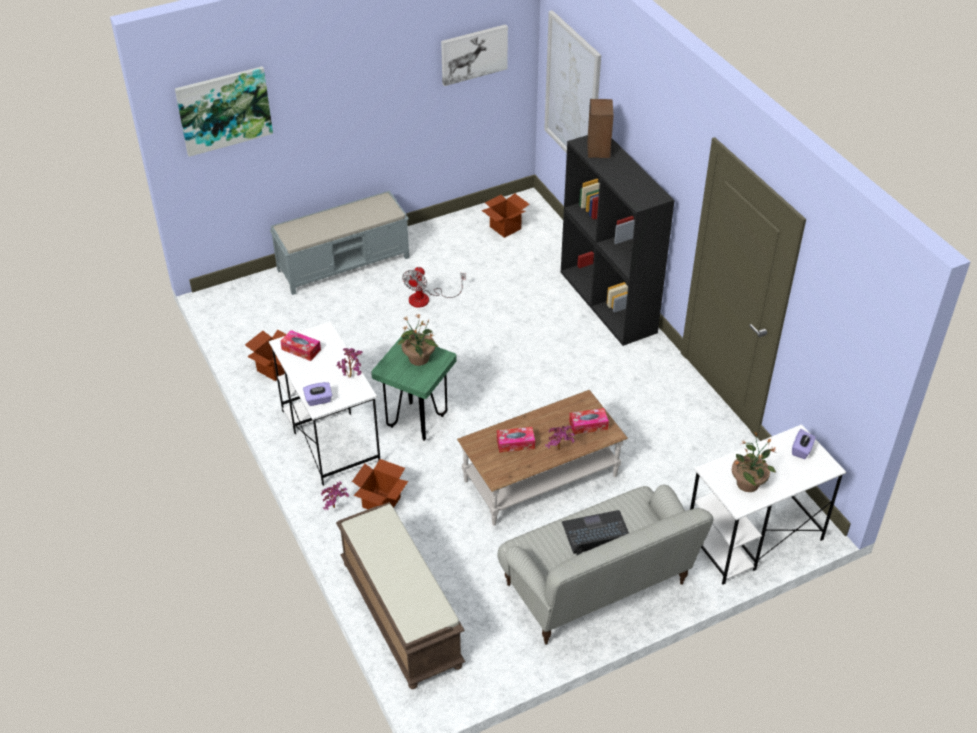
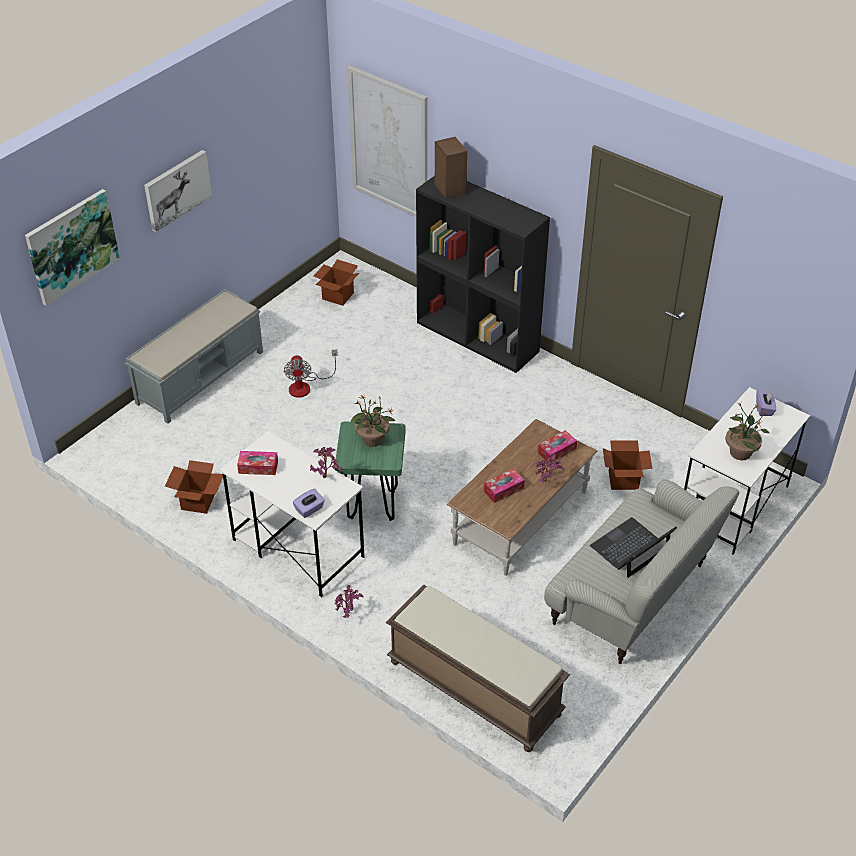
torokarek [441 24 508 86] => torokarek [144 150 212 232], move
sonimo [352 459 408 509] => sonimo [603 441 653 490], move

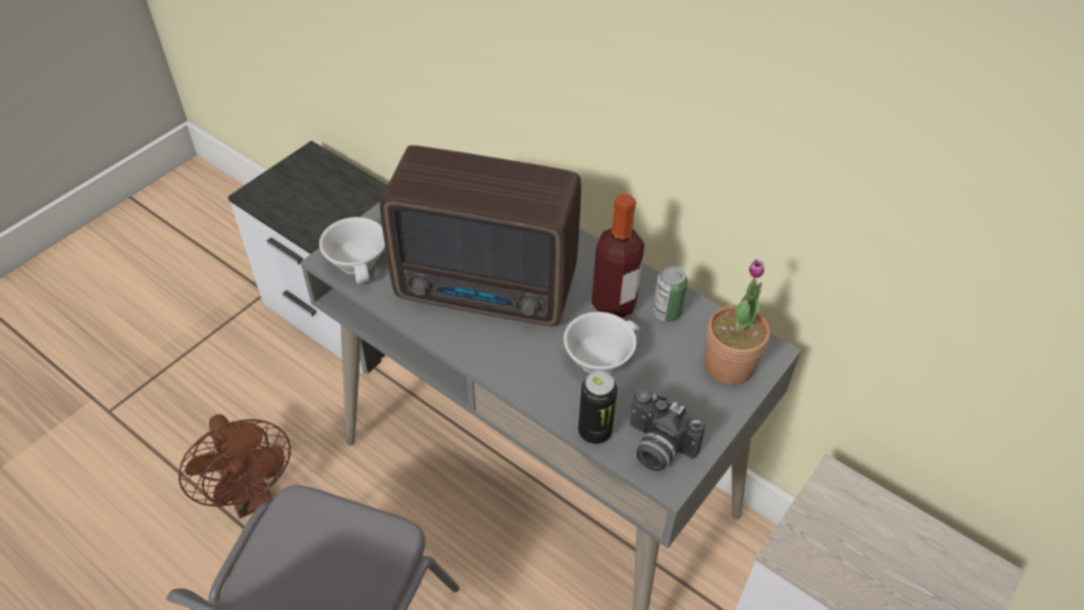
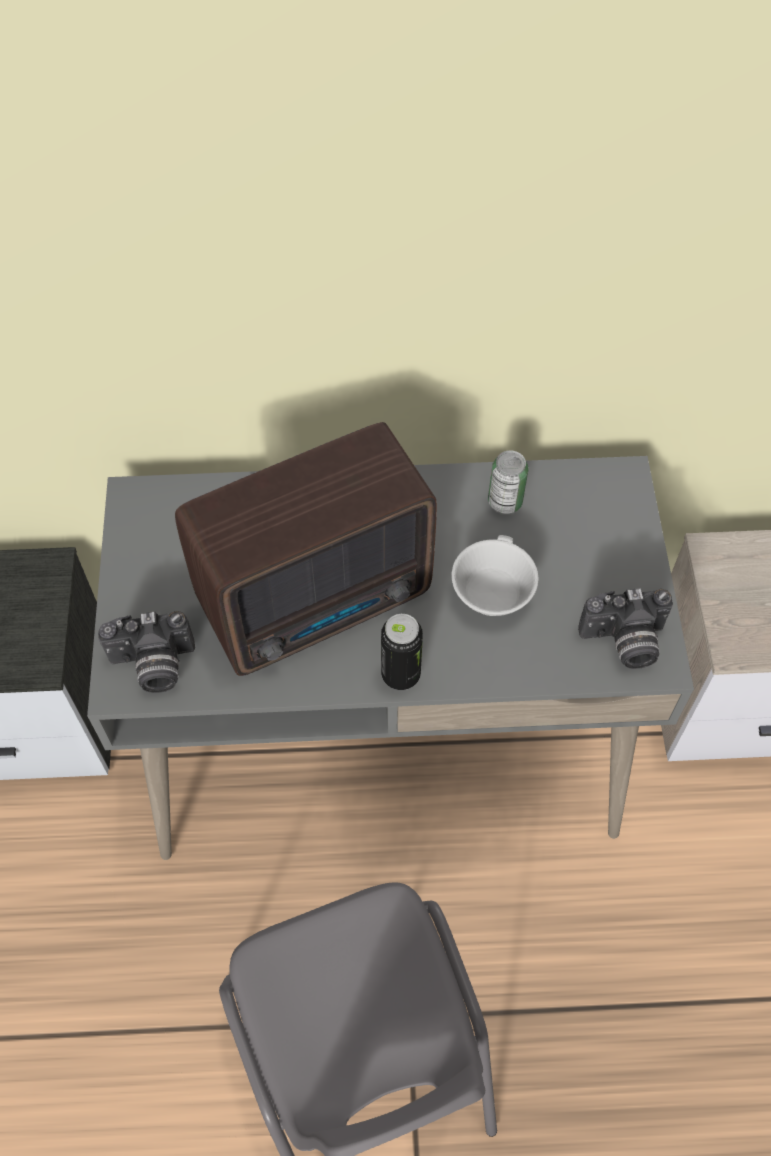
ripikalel [592 193 644 318] => nothing
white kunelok [319 217 385 284] => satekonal [98 611 195 693]
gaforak [705 259 770 385] => nothing
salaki [578 371 617 444] => salaki [381 614 423 690], move
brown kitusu [179 414 291 518] => nothing

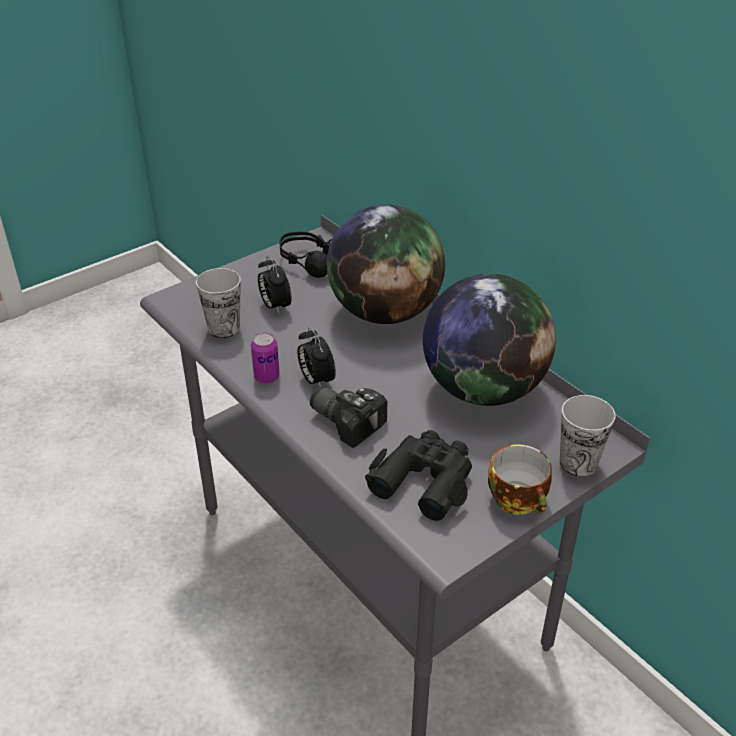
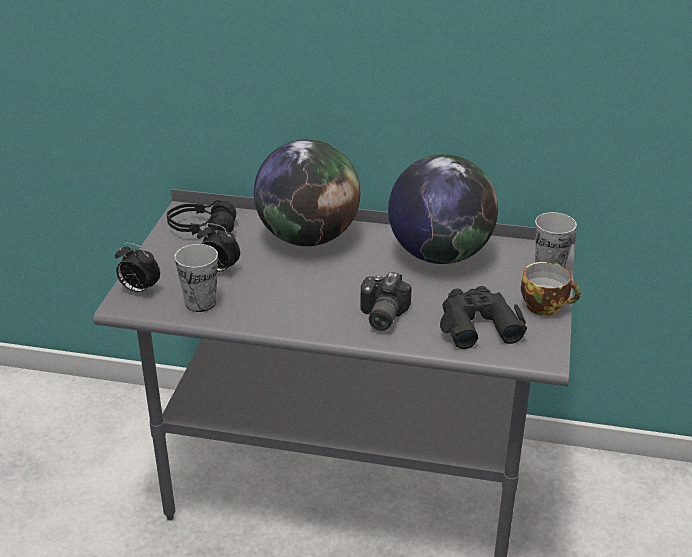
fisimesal [297 327 336 386] => fisimesal [115 243 160 294], move
salaki [251 332 280 383] => nothing
satekonal [310 386 387 448] => satekonal [360 272 412 331], 75 degrees counterclockwise

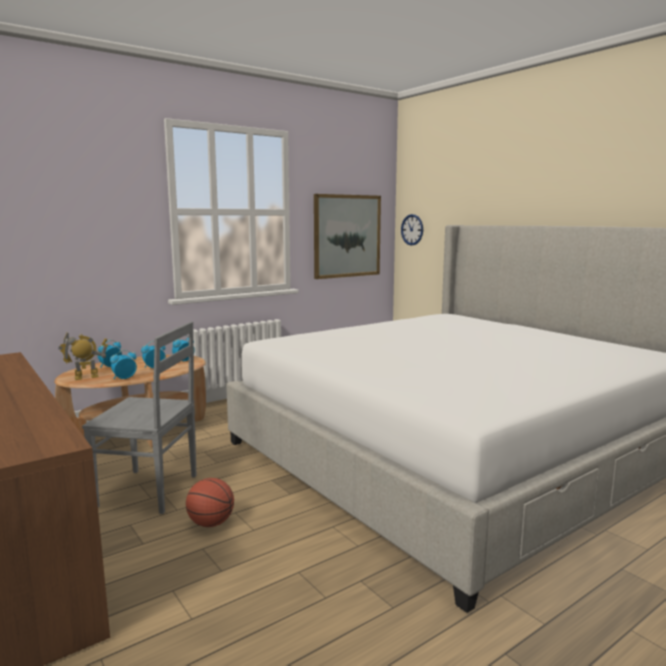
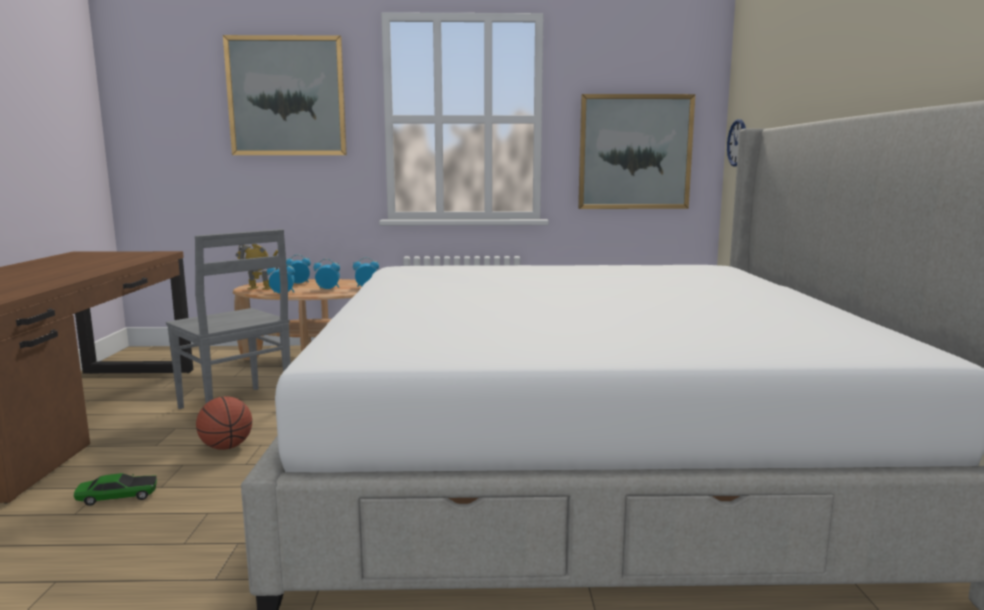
nothing => torokarek [223 35 347 155]
nothing => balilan [73 473 157 506]

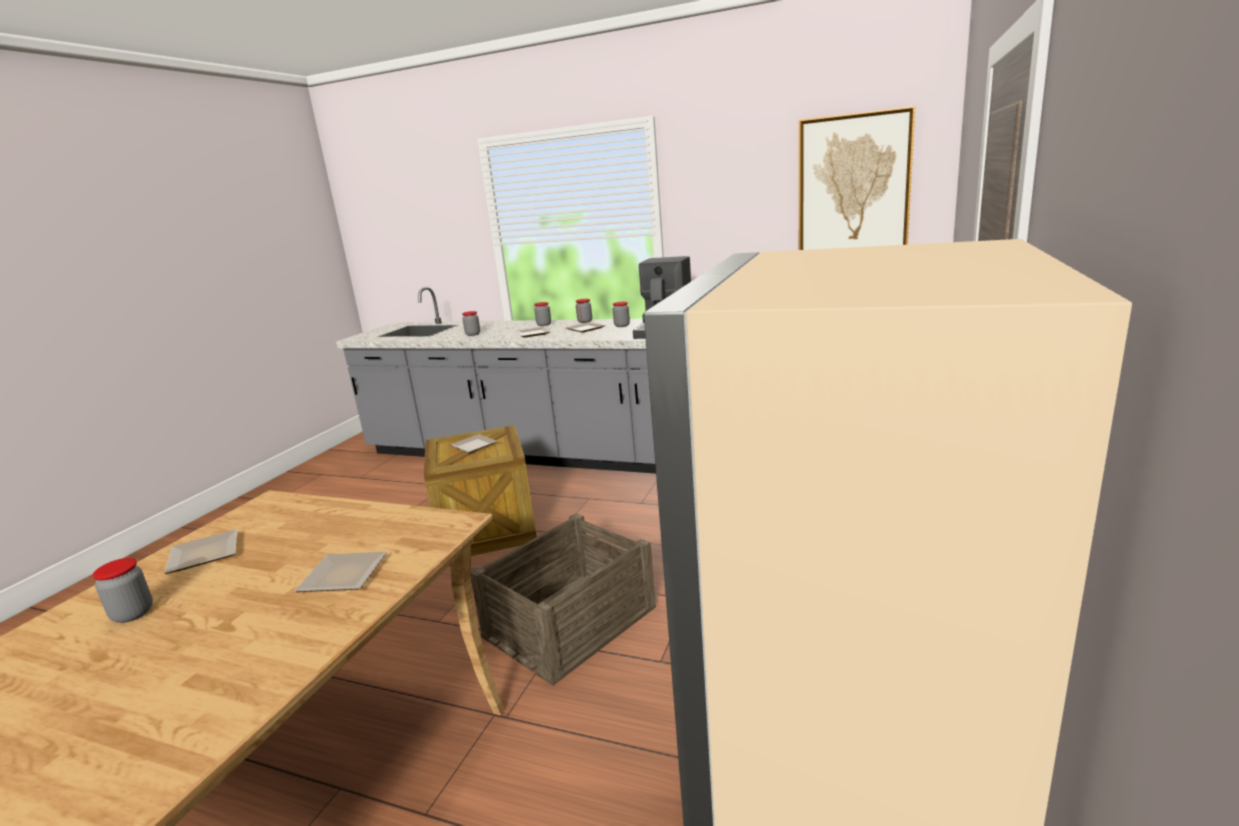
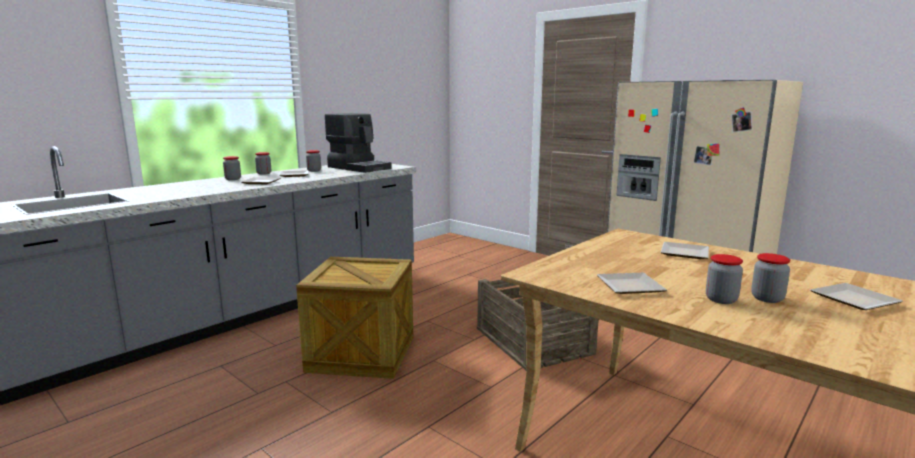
torokarek [799 106 915 250] => nothing
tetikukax [462 311 480 336] => tetikukax [751 253 790 303], move
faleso [451 434 498 453] => faleso [810 283 903 310], move

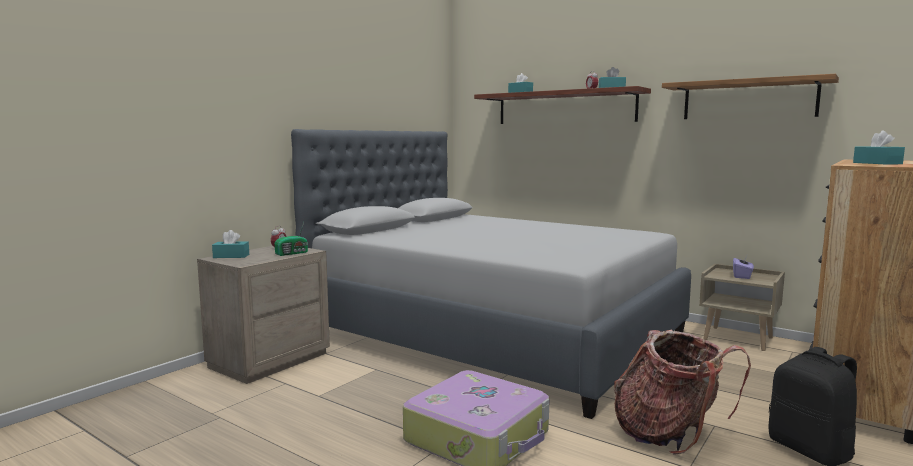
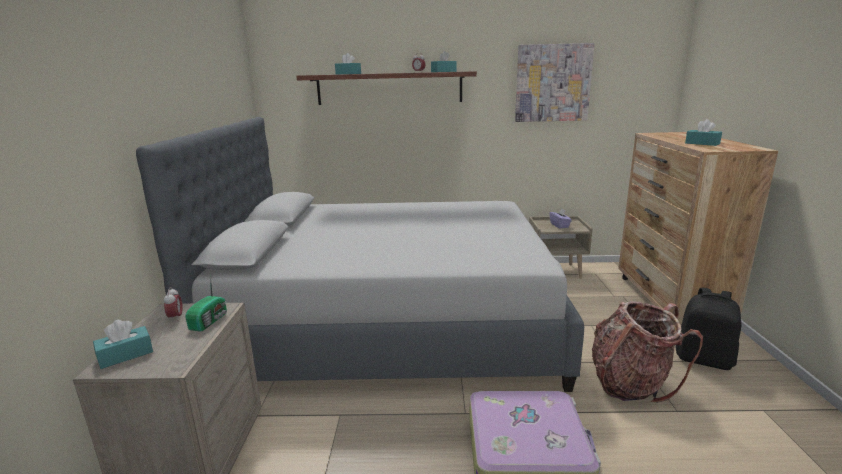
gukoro [662 74 839 119] => torokarek [515 43 595 122]

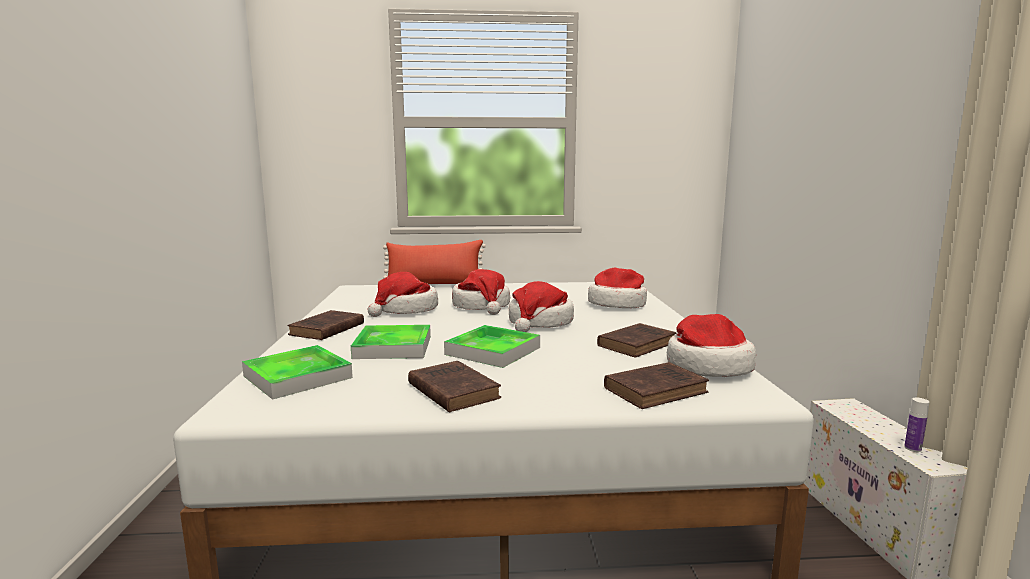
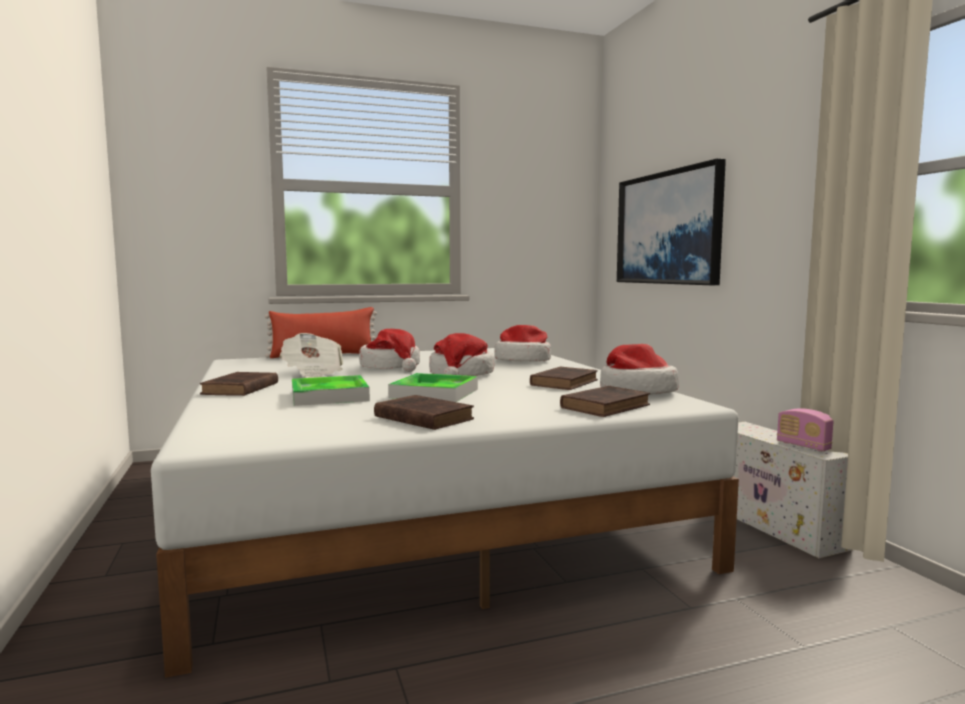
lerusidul [368 272 438 317] => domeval [280 333 343 378]
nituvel [242 345 353 400] => nothing
ripikalel [904 398 929 452] => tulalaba [777 408 833 451]
nothing => torokarek [617 159 726 285]

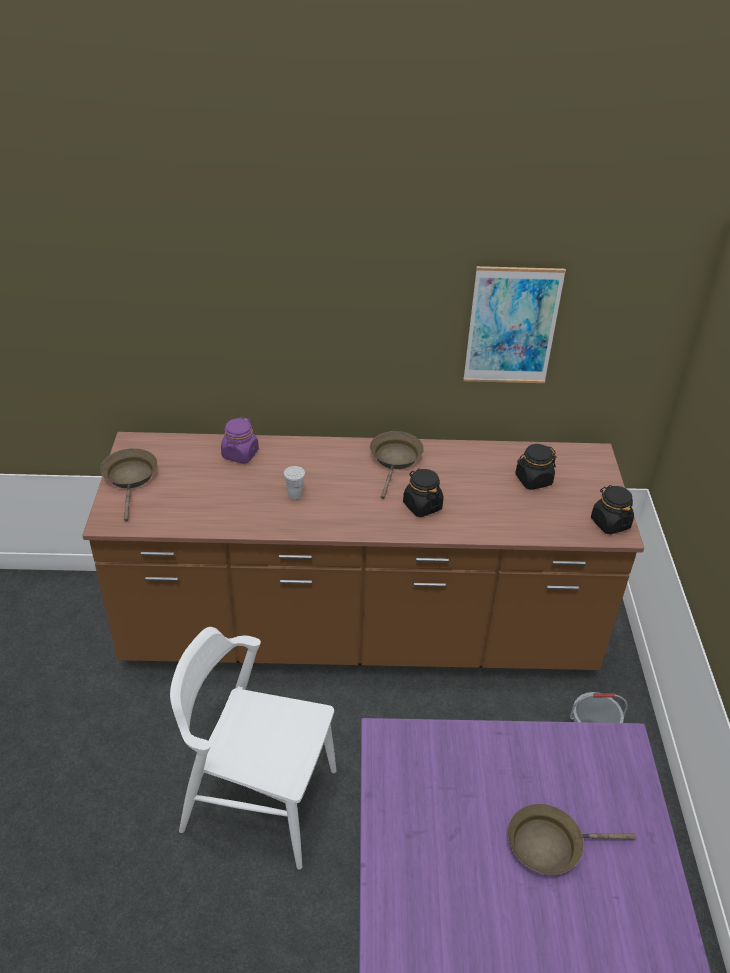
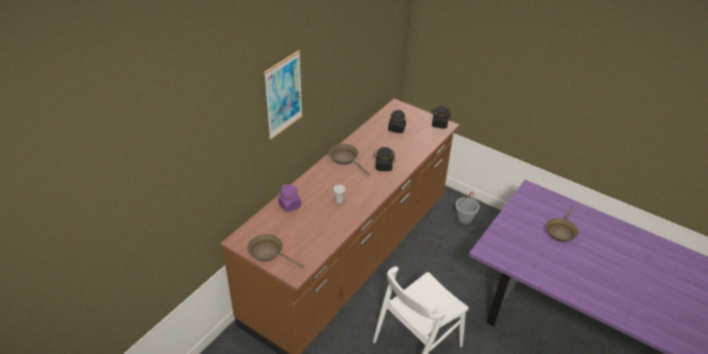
torokarek [463 266 566 383] => torokarek [264 50 303 140], move

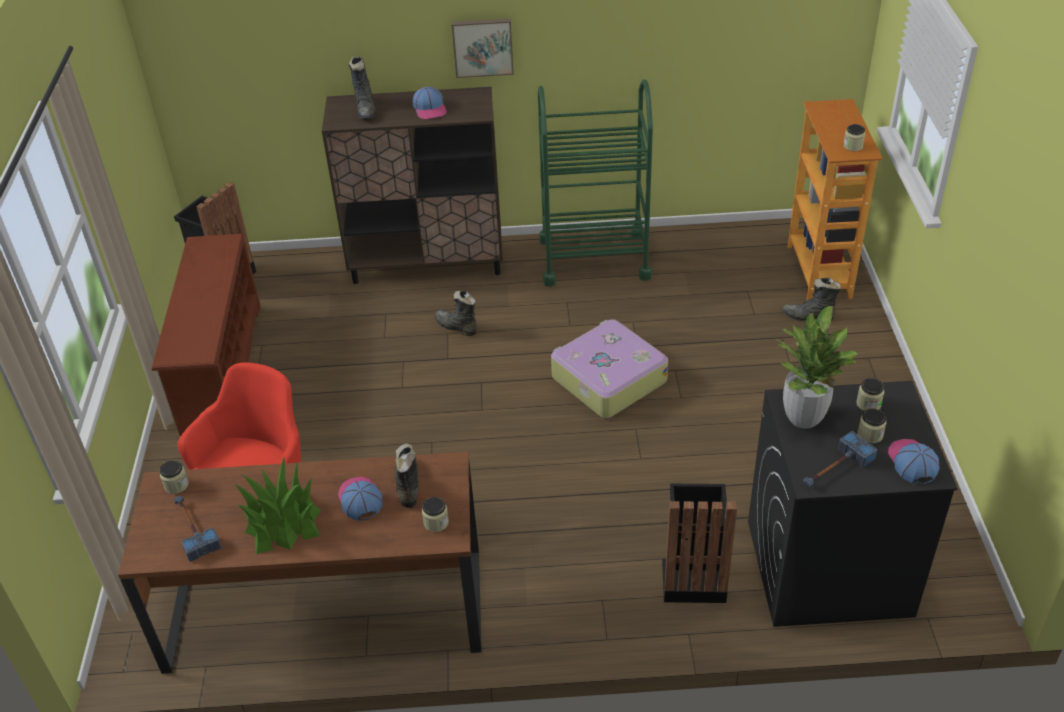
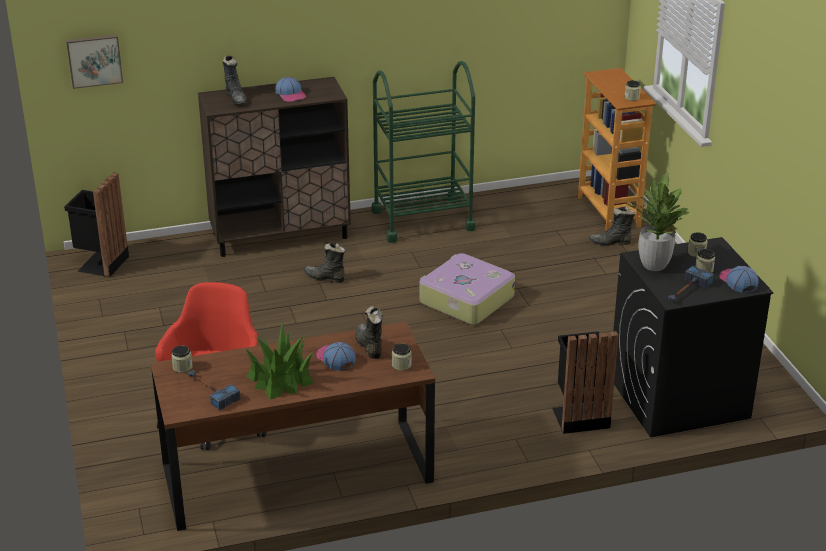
torokarek [452 18 514 78] => torokarek [66 35 123 89], move
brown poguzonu [152 234 261 436] => nothing

